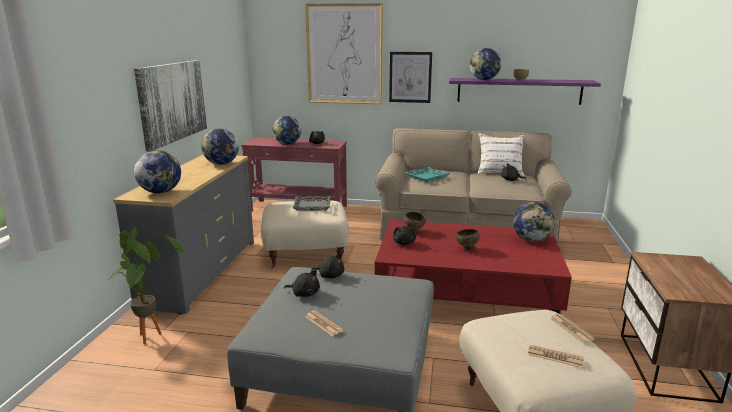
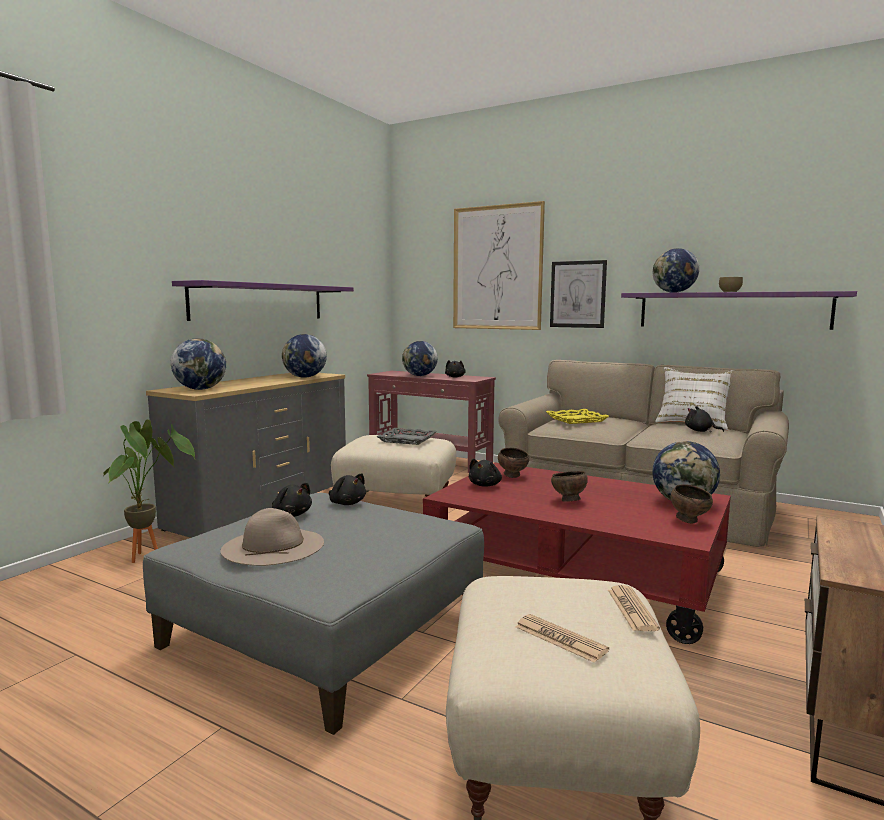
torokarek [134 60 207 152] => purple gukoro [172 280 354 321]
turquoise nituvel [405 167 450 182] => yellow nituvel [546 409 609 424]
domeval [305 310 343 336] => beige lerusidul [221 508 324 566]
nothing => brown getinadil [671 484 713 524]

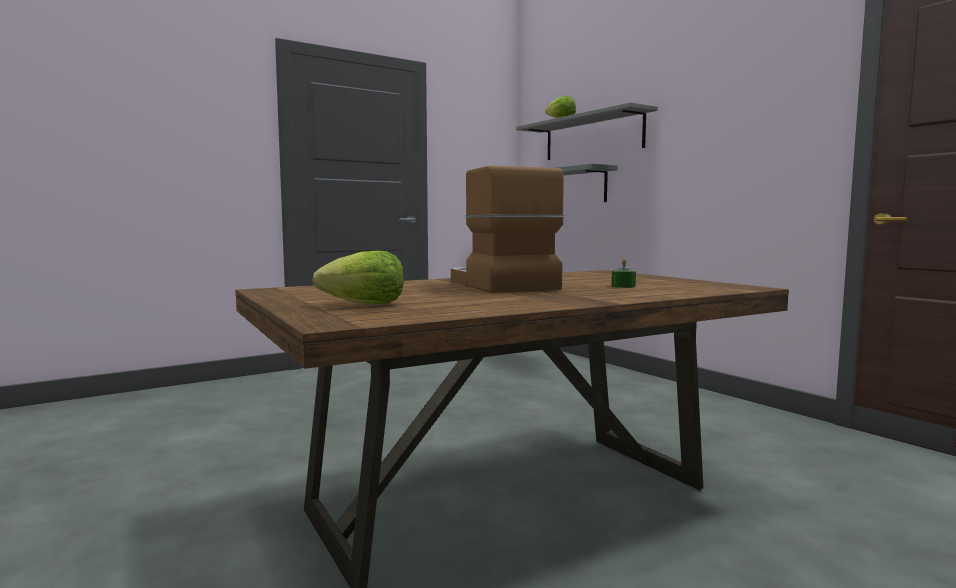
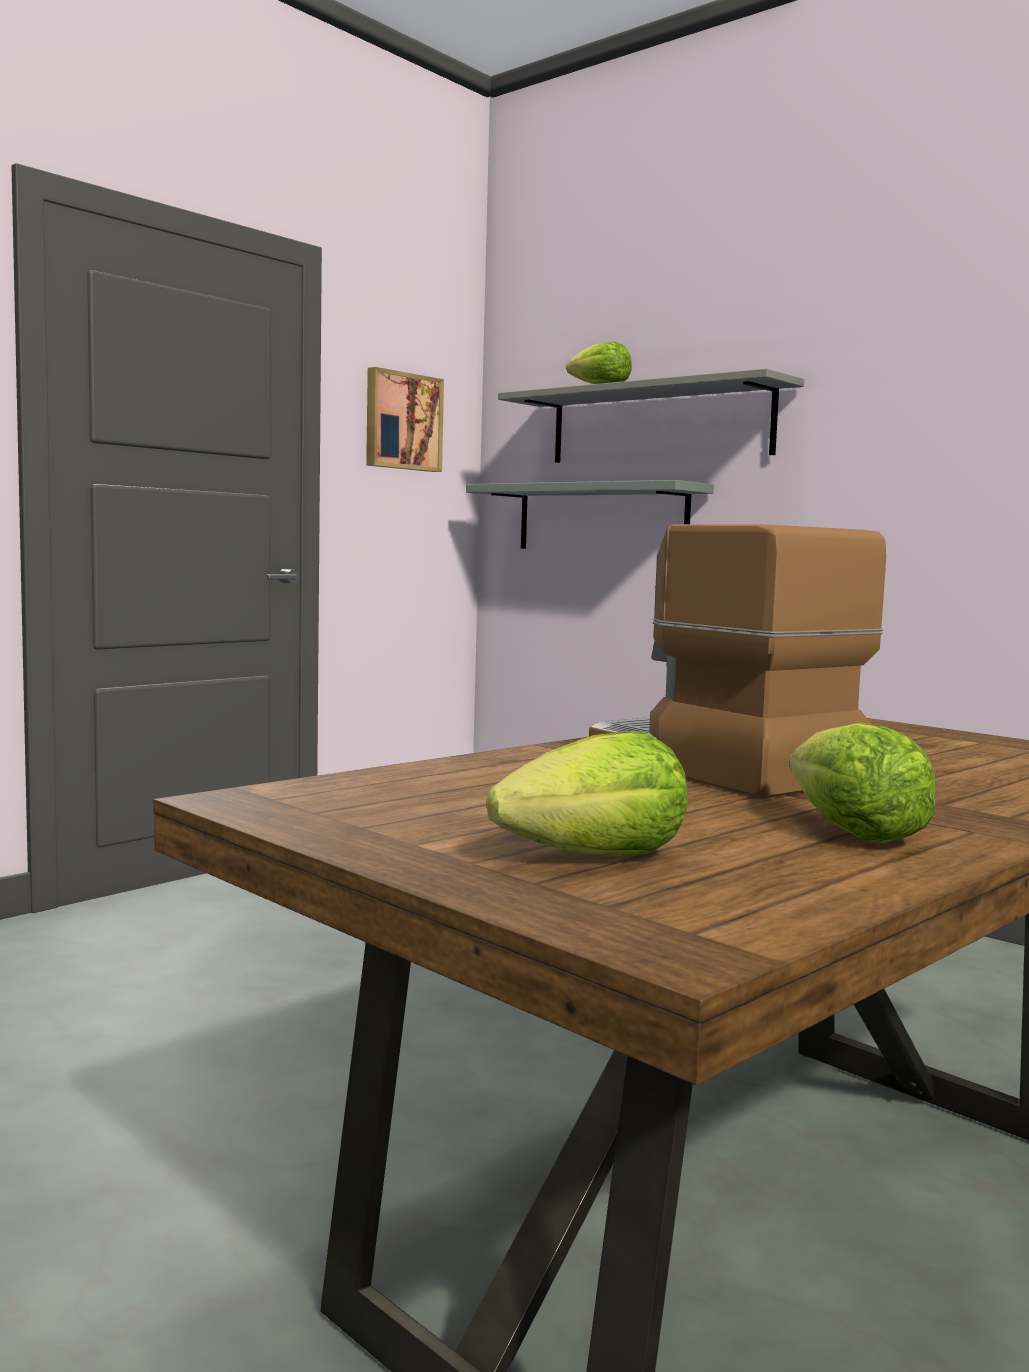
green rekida [611 258 636 288] => nothing
nothing => torokarek [366 367 444 472]
nothing => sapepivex [789 723 935 844]

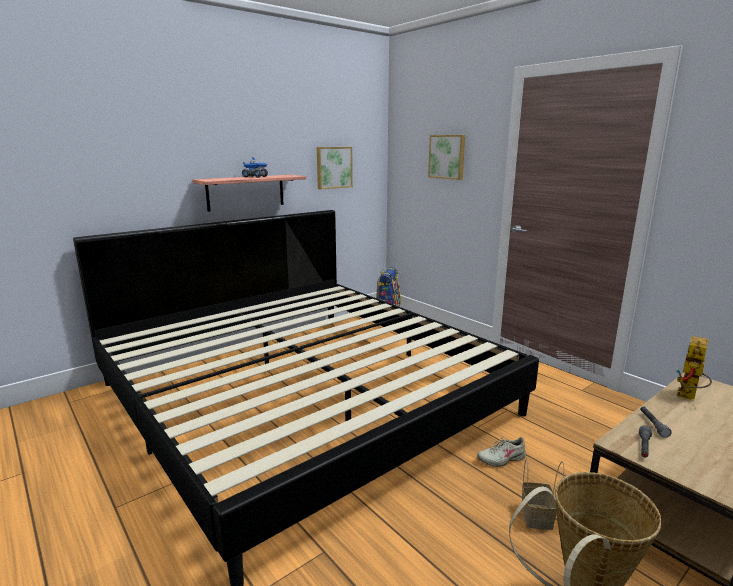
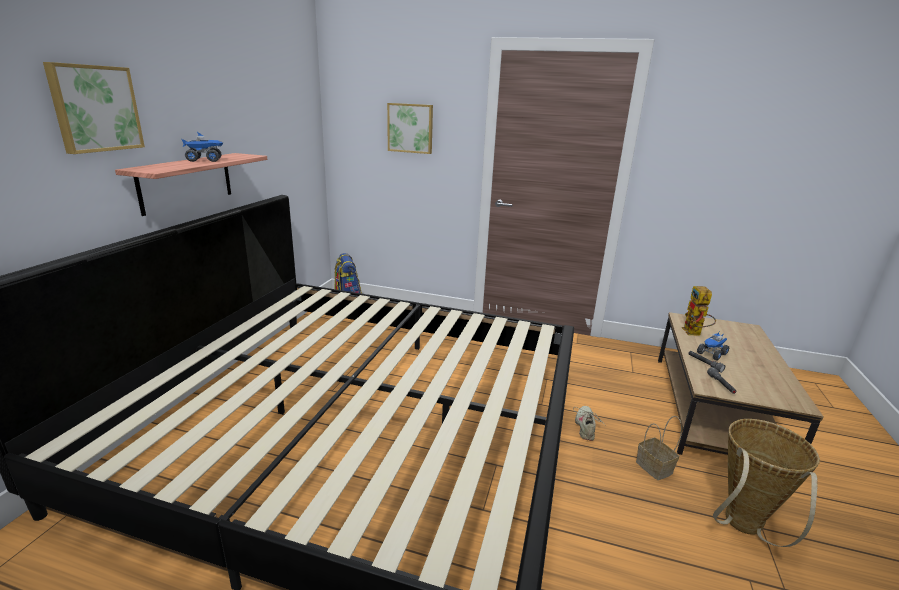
torokarek [317 147 353 189] => torokarek [43 62 145 154], move
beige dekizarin [477 437 526 467] => beige dekizarin [573 406 606 441], 150 degrees clockwise
nothing => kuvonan [697 332 729 360]

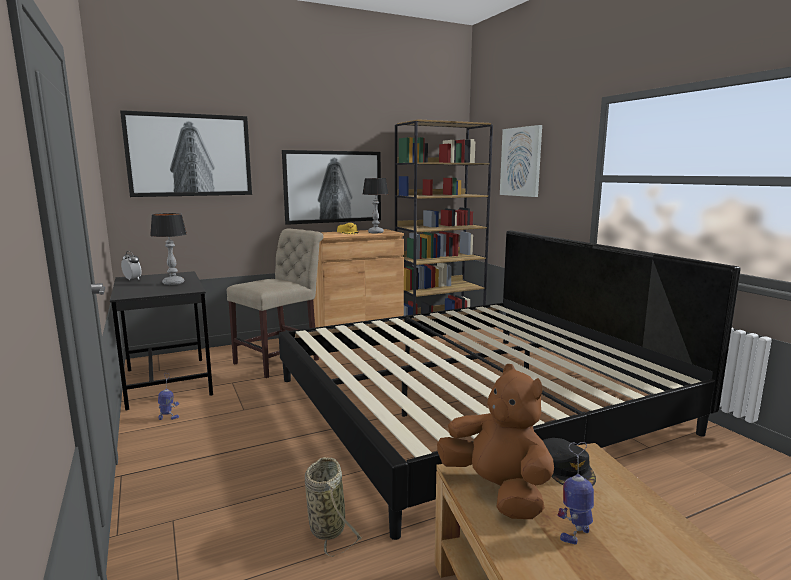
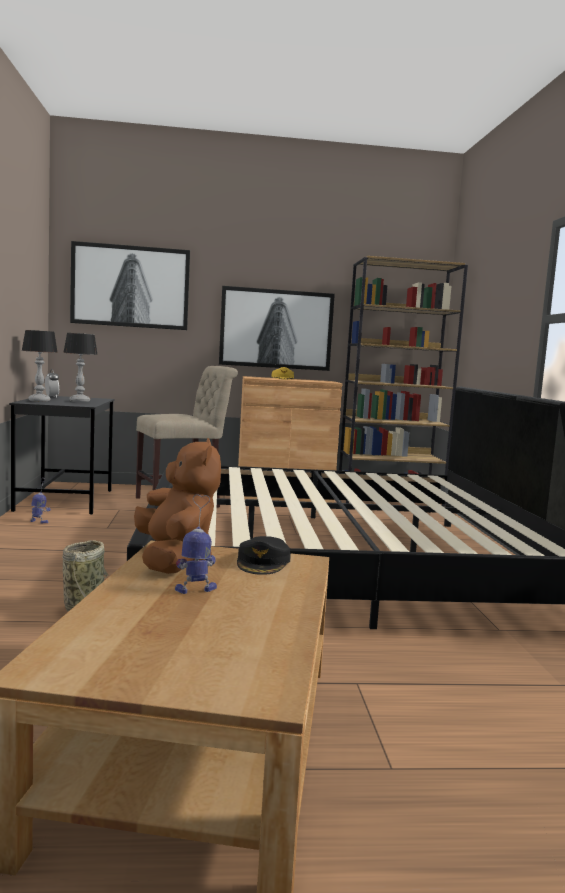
torokarek [500 125 542 197] => nothing
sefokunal [362 178 388 233] => sefokunal [22 330 58 402], move

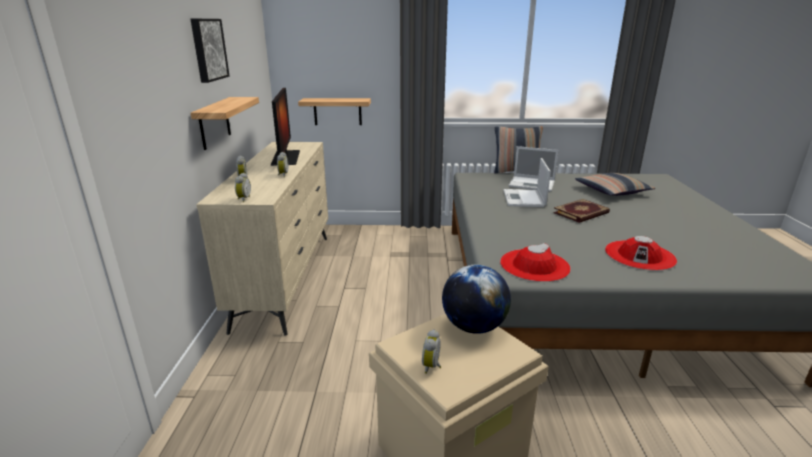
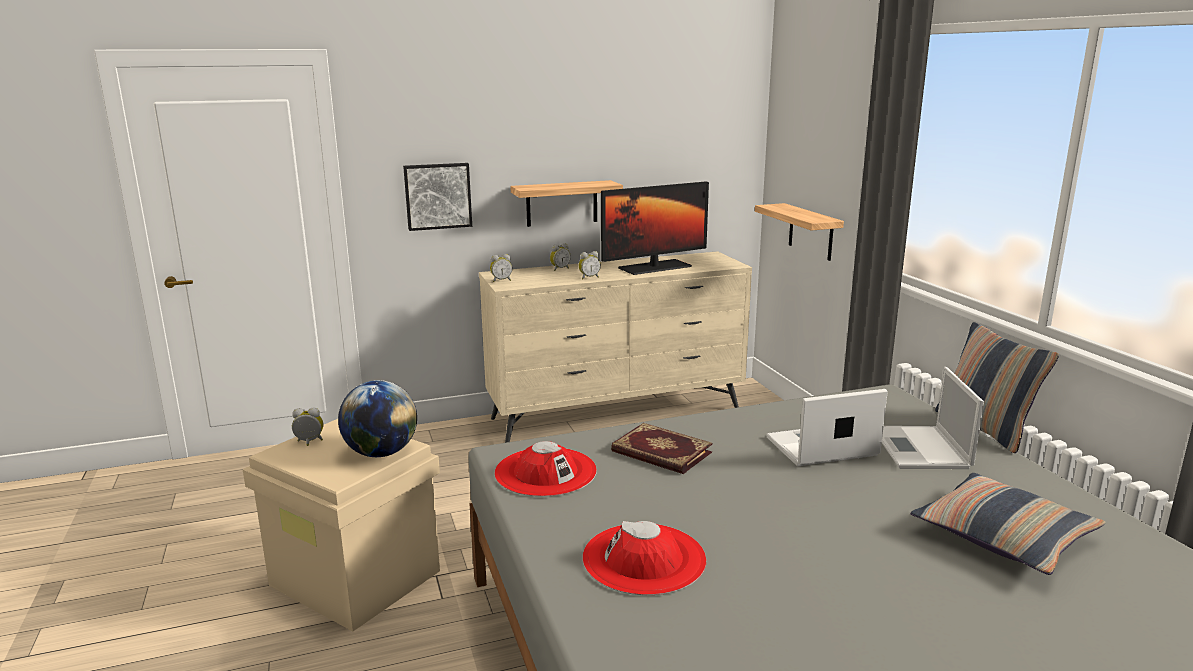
torokarek [191 19 230 83] => torokarek [403 163 472 231], move
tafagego [553 199 610 223] => tafagego [611 423 713 474], move

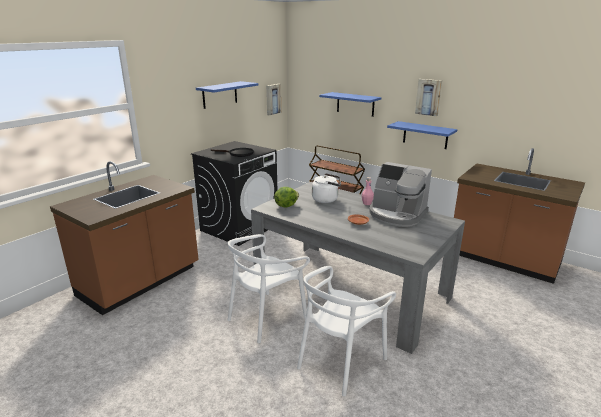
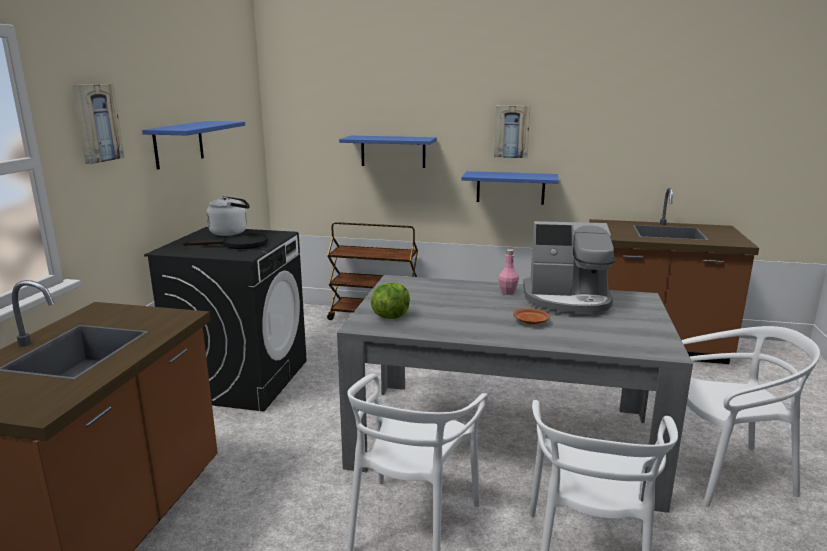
torokarek [266 84 281 115] => torokarek [72 84 124 164], move
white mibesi [312 173 341 203] => white mibesi [207 196 250 236], move
nothing => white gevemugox [682 326 820 507]

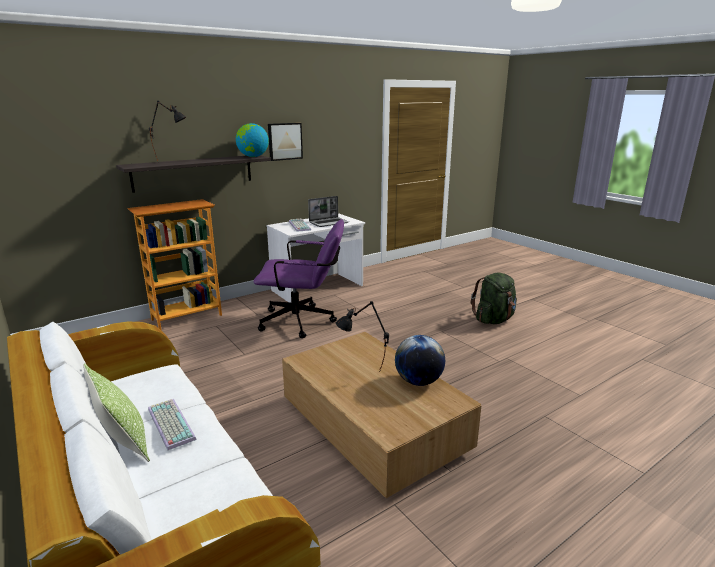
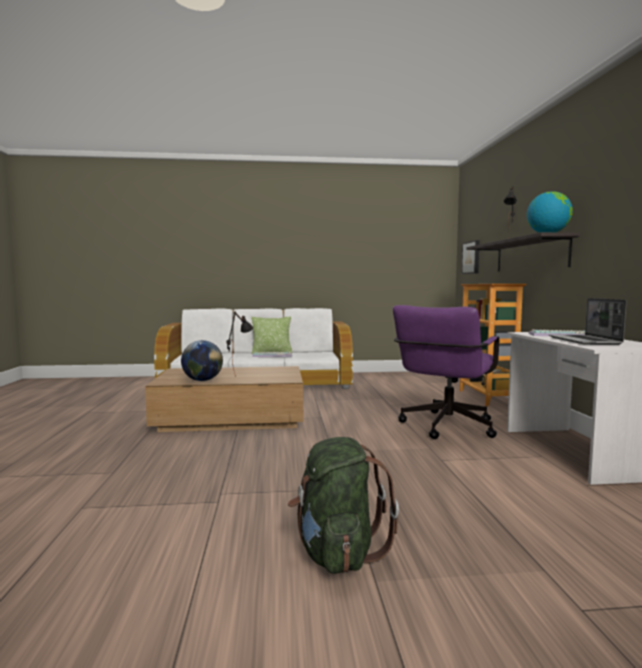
torokarek [268 123 303 161] => torokarek [462 240 480 274], move

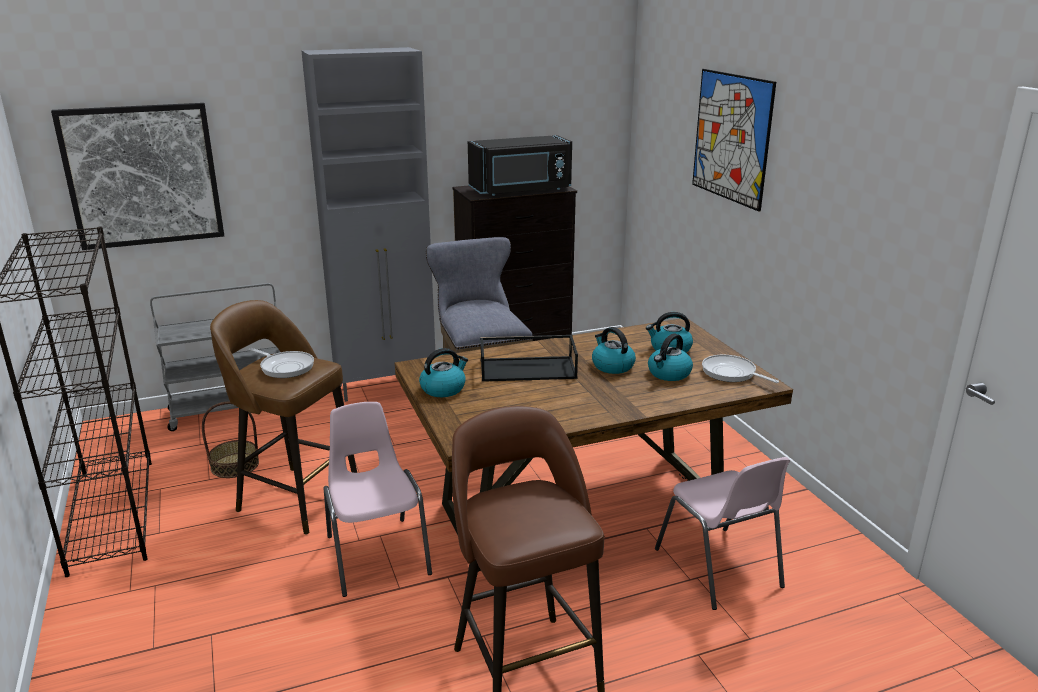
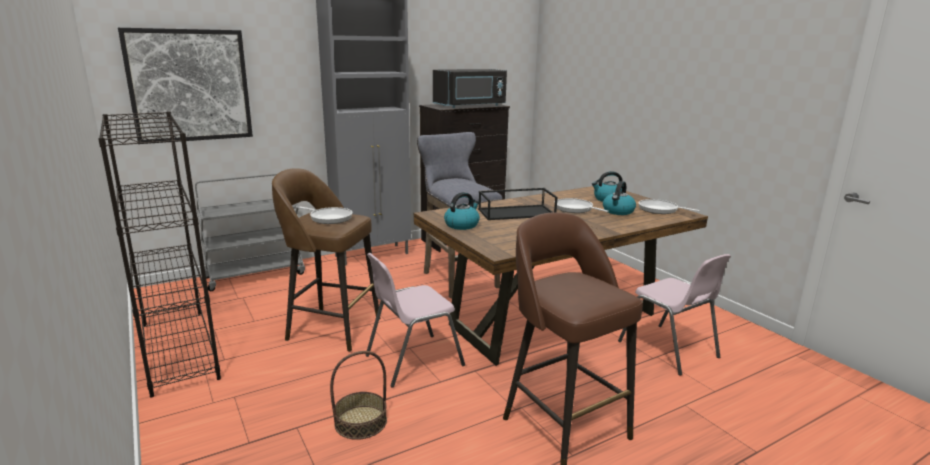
torokarek [692 69 776 212] => nothing
mibesi [592 327 636 374] => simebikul [554 198 608 213]
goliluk [202 401 259 478] => goliluk [330 351 387 440], move
pink gevemugox [324 402 432 597] => pink gevemugox [366 253 465 387], 90 degrees counterclockwise

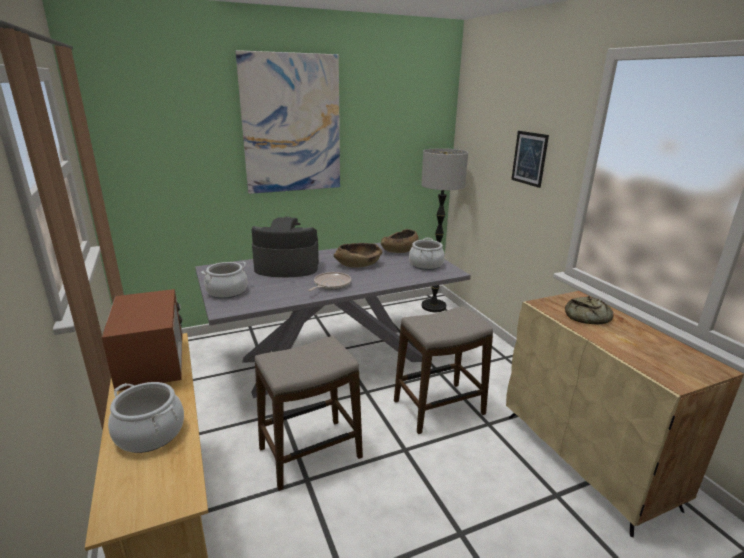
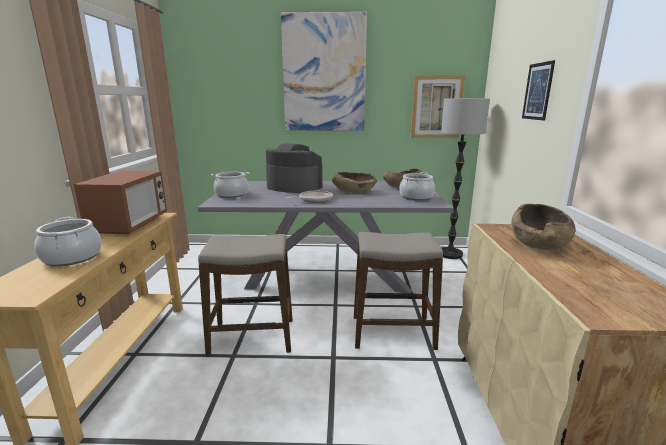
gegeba [565 296 613 324] => brown getinadil [512 204 575 250]
nothing => torokarek [411 76 465 138]

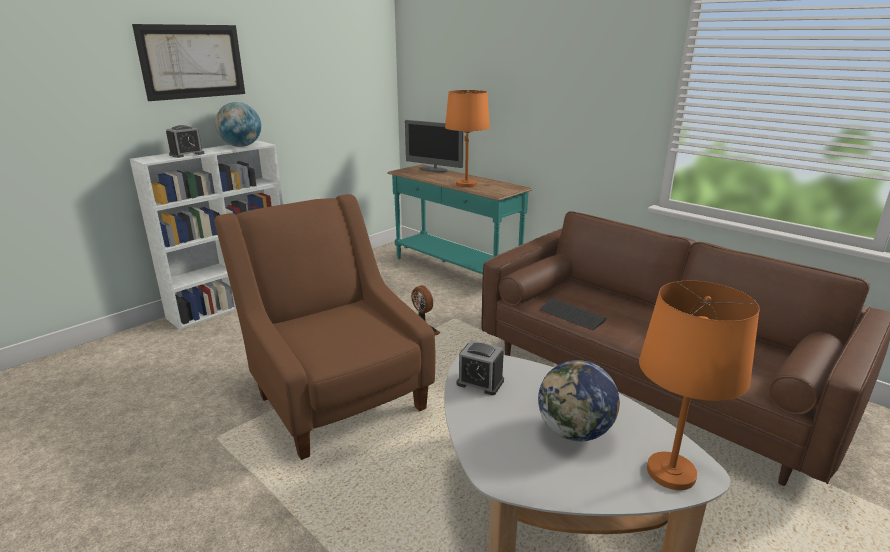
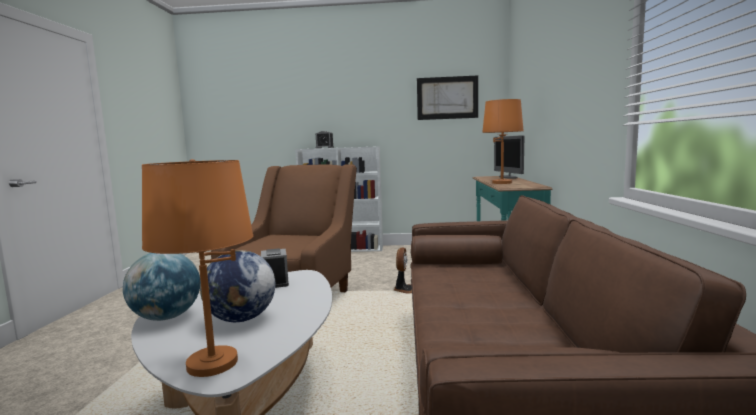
torokarek [132 24 245 101] => torokarek [417 75 478 120], move
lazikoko [215 102 261 147] => lazikoko [123 253 200 321], move
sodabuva [540 298 606 330] => nothing

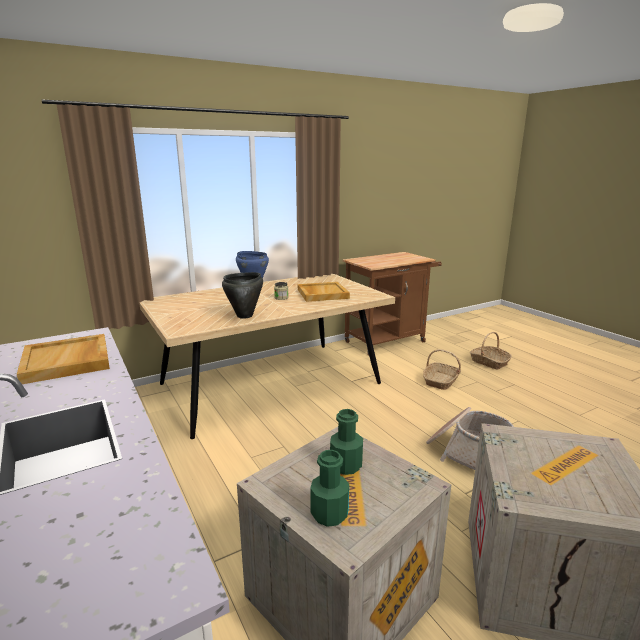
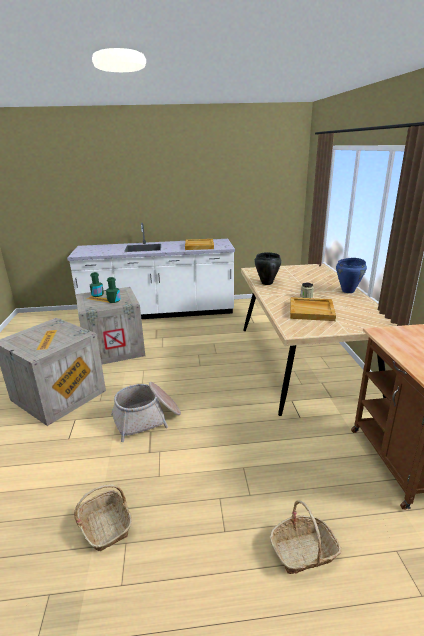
goliluk [423 349 461 390] => goliluk [74 484 132 551], move

